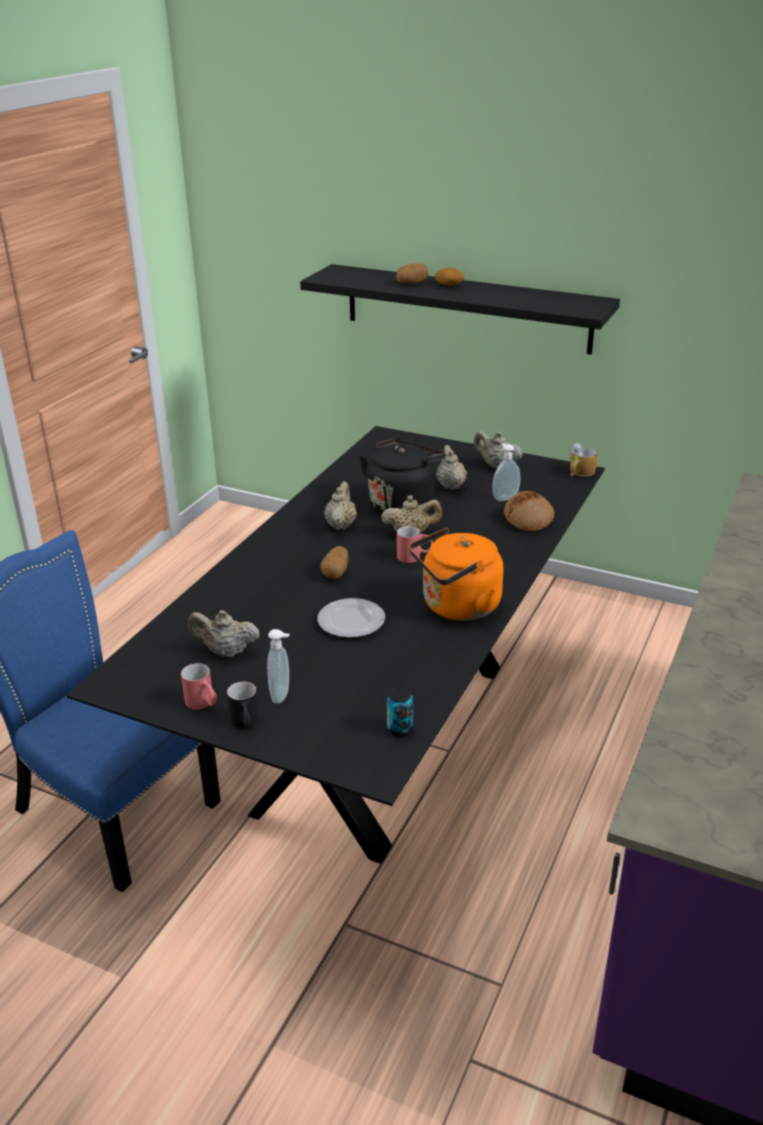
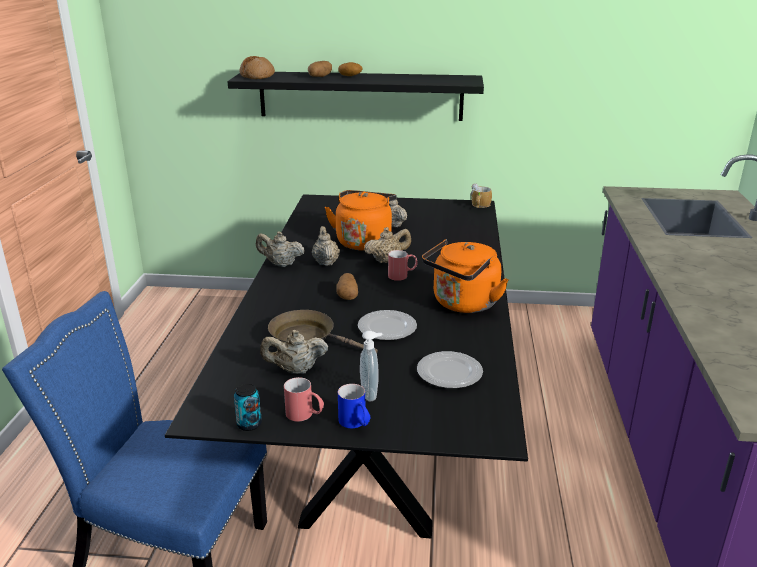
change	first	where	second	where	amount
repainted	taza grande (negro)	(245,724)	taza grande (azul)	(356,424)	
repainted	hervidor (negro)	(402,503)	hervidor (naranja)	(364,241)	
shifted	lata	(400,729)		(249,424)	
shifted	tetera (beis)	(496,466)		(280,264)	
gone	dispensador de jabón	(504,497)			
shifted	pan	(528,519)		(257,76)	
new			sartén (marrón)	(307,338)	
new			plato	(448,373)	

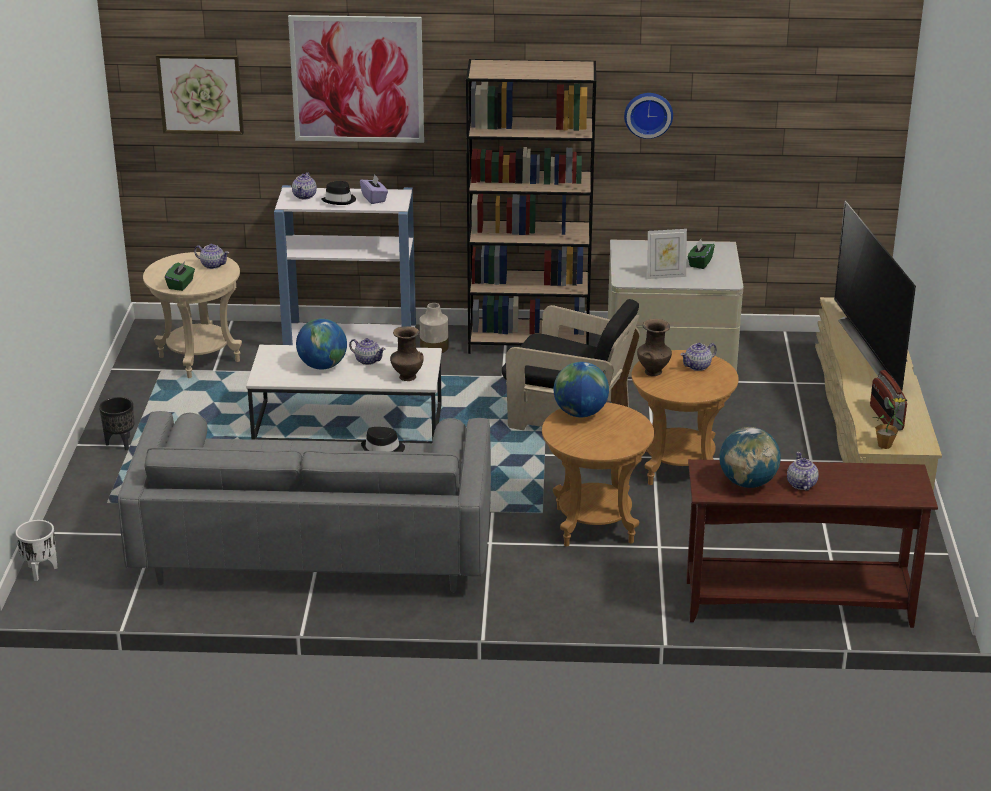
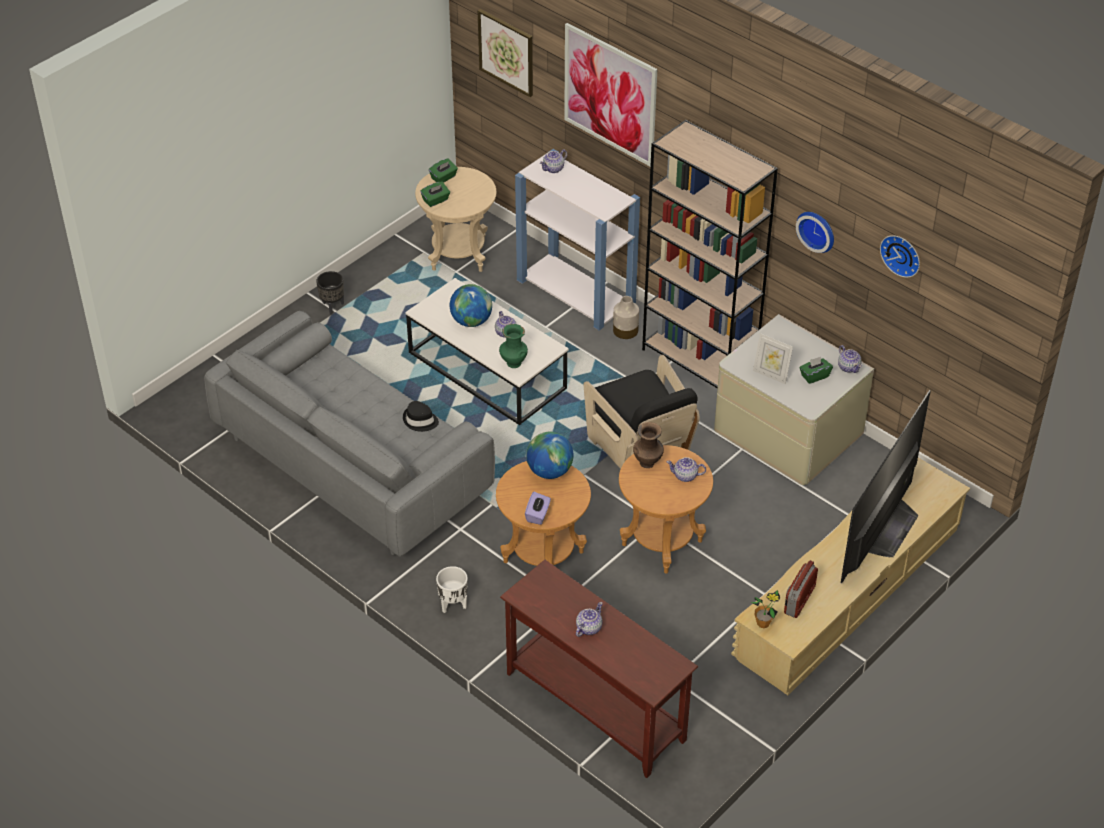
change	first	where	second	where	amount
shifted	maceta (blanco)	(40,571)		(453,604)	
shifted	tetera	(212,265)		(848,367)	
gone	sombrero (negro)	(339,200)			
shifted	caja de pañuelos (morado)	(374,198)		(538,515)	
repainted	florero (marrón)	(406,377)	florero (verde)	(513,363)	
gone	globo terráqueo	(747,483)			
new			caja de pañuelos (verde)	(443,177)	
new			reloj de pared	(902,254)	

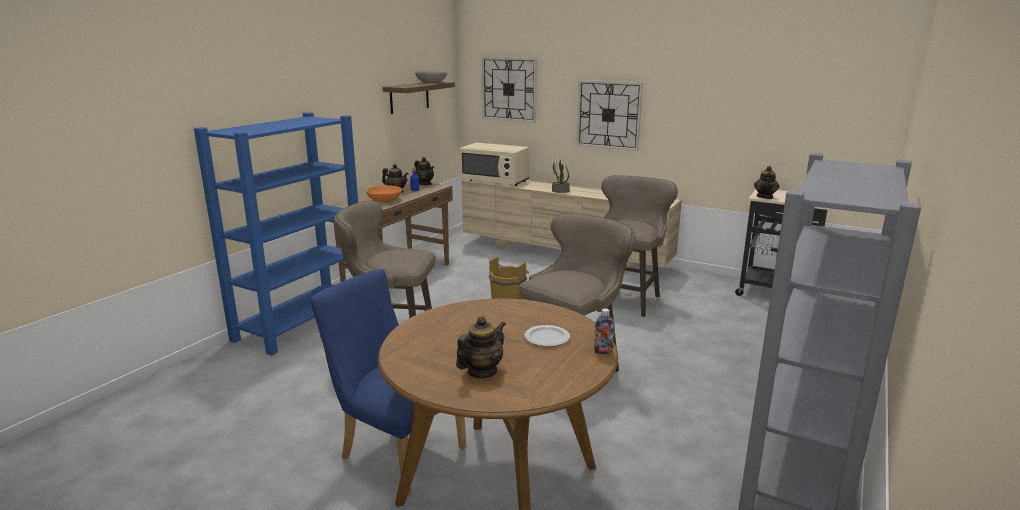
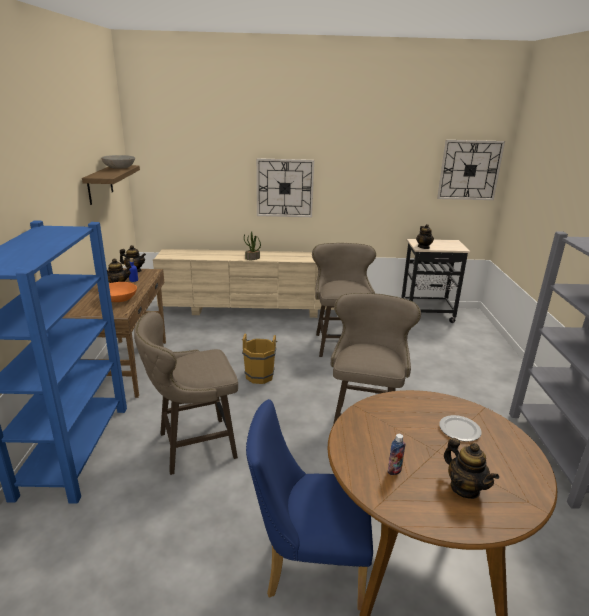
change	first	where	second	where	amount
rotated	tetera	(481,371)		(465,488)	135 degrees clockwise
gone	microondas (beis)	(495,181)			
shifted	reloj de pared	(509,89)		(469,170)	
shifted	botella	(603,351)		(394,470)	

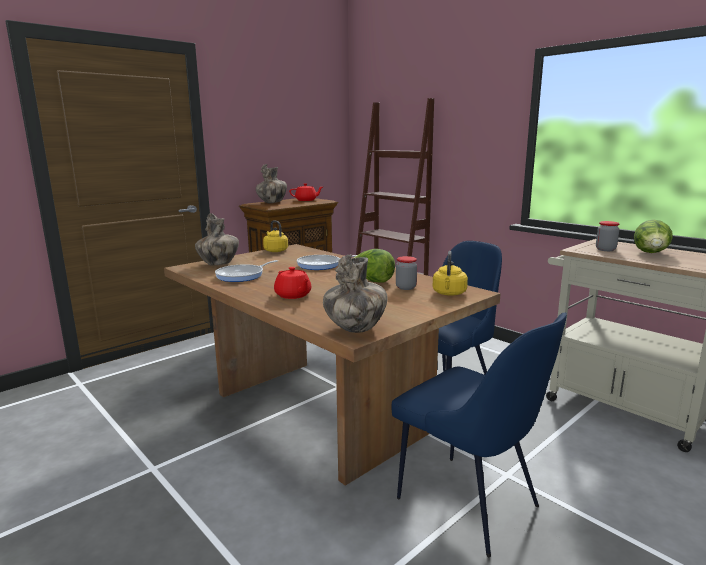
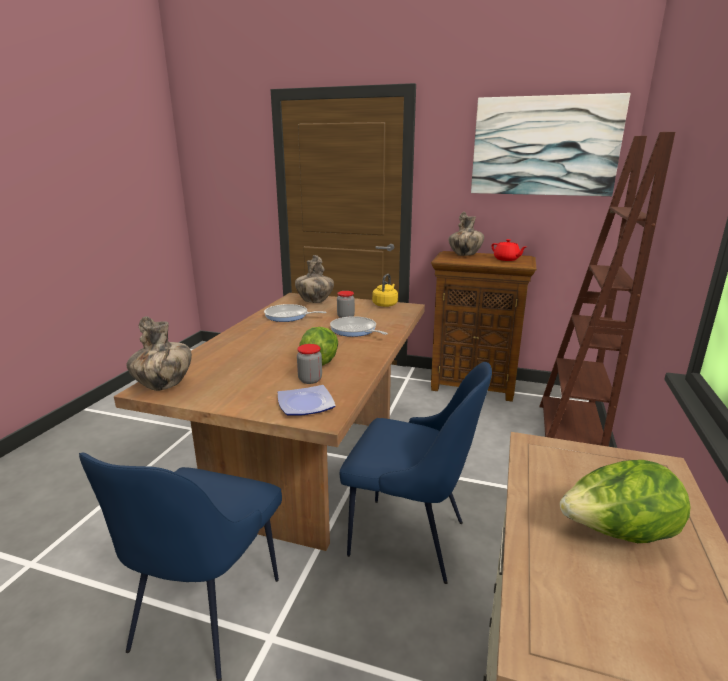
change	first	where	second	where	amount
gone	tetera (rojo)	(293,295)			
swapped	hervidor (amarillo)	(449,293)	plato	(305,405)	
shifted	tarro	(605,249)		(345,317)	
new			cuadro	(544,146)	

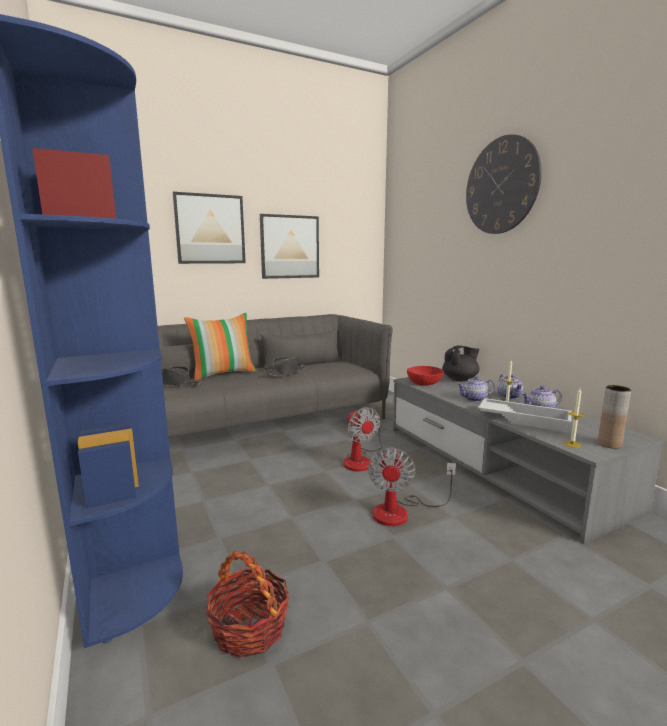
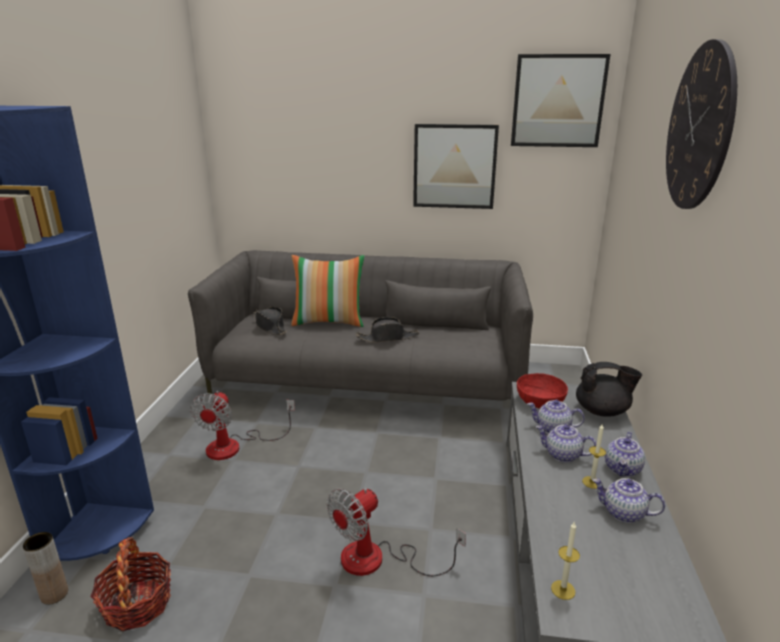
change	first	where	second	where	amount
shifted	cuadro	(210,229)		(558,101)	
shifted	ventilador	(361,460)		(235,446)	
gone	bandeja (blanco)	(524,419)			
shifted	florero (marrón)	(609,444)		(54,594)	
new			tetera	(552,428)	

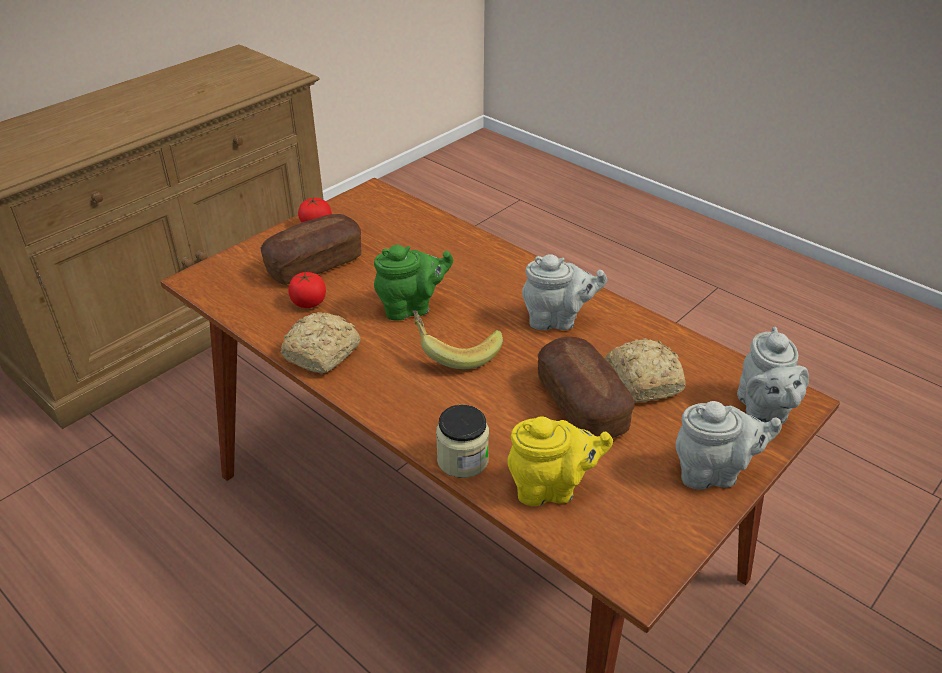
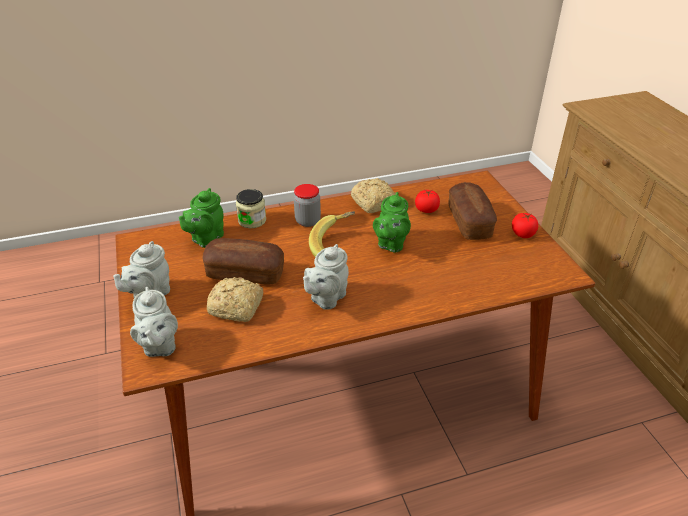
change	first	where	second	where	amount
repainted	tetera (amarillo)	(551,488)	tetera (verde)	(206,239)	
rotated	tetera (gris)	(763,410)		(159,346)	135 degrees counterclockwise
new			tarro	(308,221)	

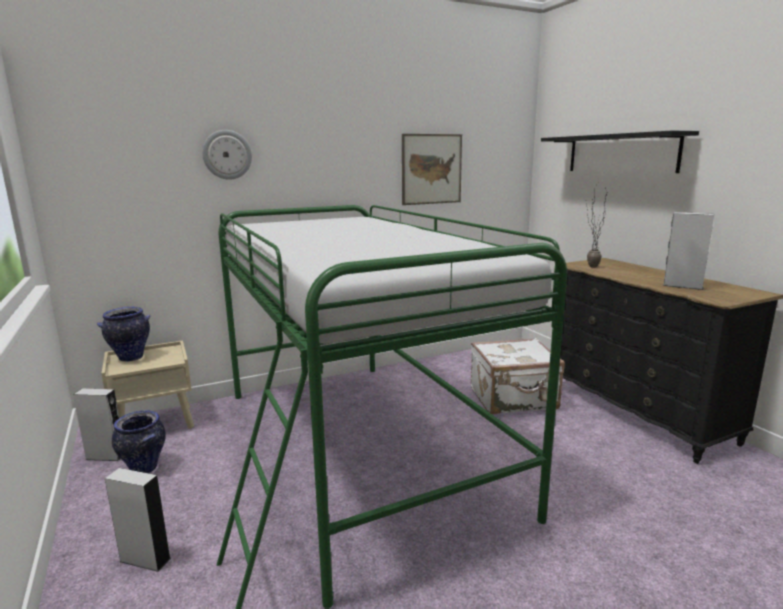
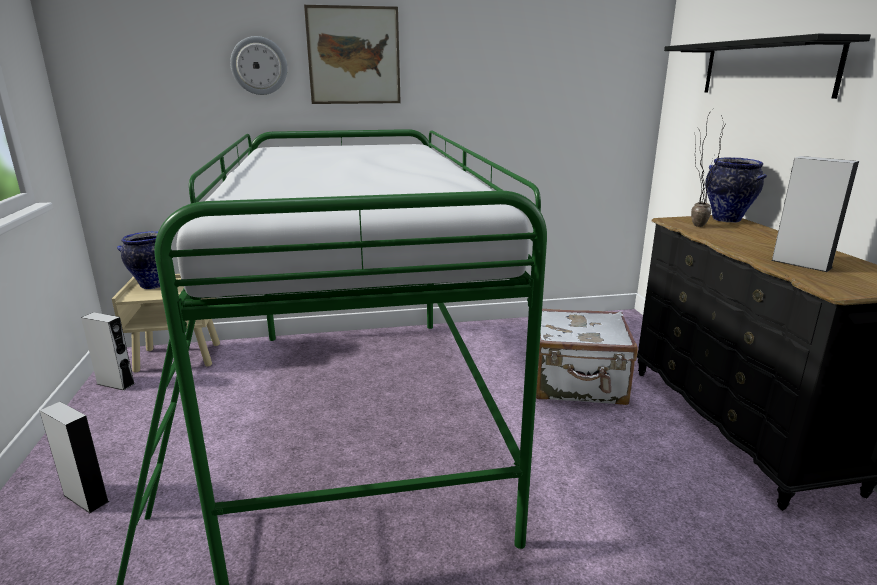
change	first	where	second	where	amount
shifted	florero	(144,469)		(727,220)	
shifted	cuadro	(431,169)		(354,56)	

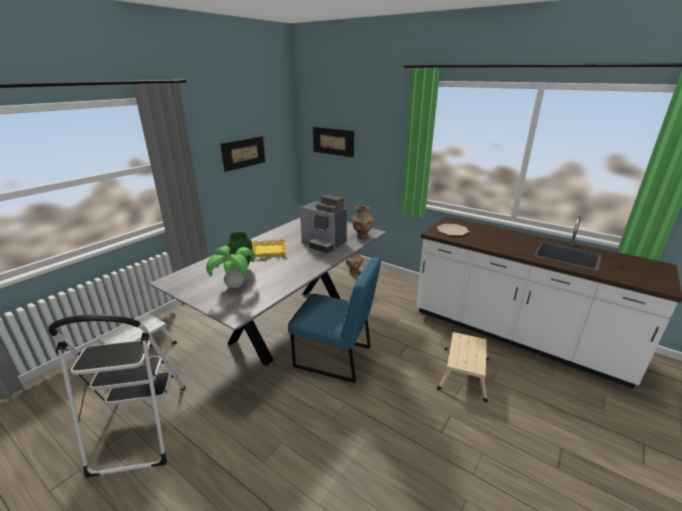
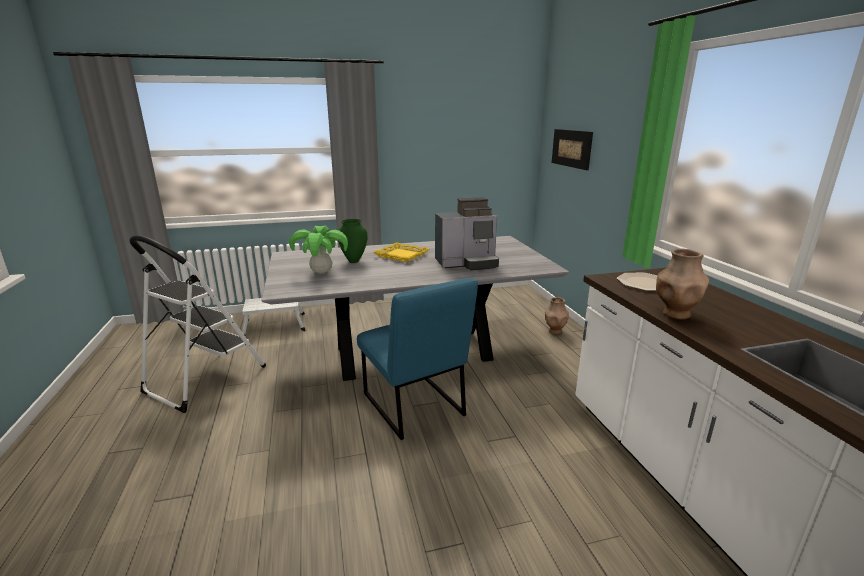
change	first	where	second	where	amount
gone	cuadro	(243,153)			
rotated	cafetera	(323,243)		(467,263)	90 degrees counterclockwise
shifted	florero (marrón)	(362,235)		(675,314)	
gone	escalera de tijera (beis)	(464,372)			

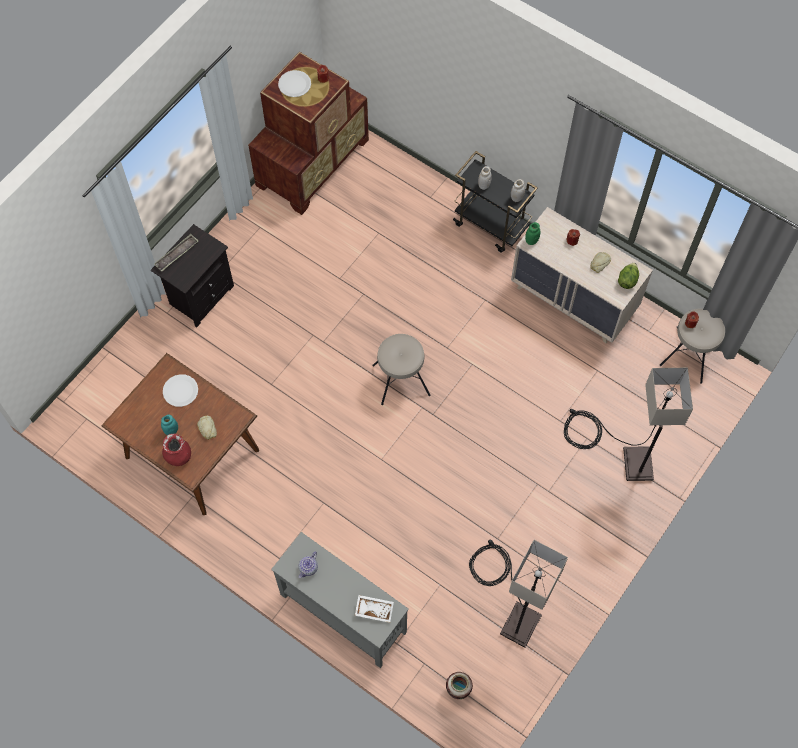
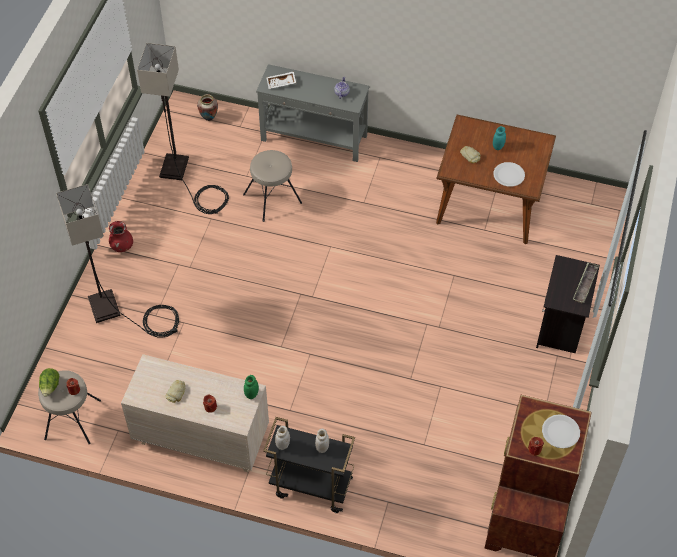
change	first	where	second	where	amount
shifted	florero (rojo)	(178,456)		(122,246)	
shifted	taburete (beis)	(400,379)		(273,199)	
shifted	lechuga	(627,280)		(50,387)	

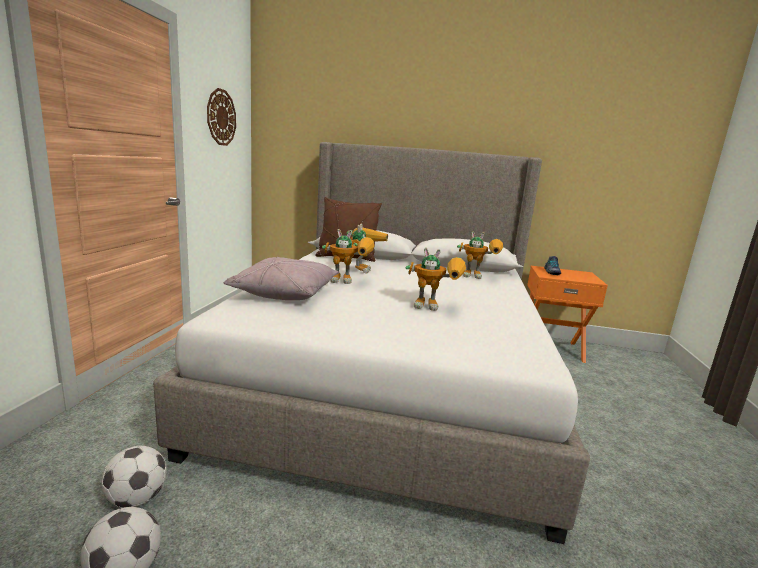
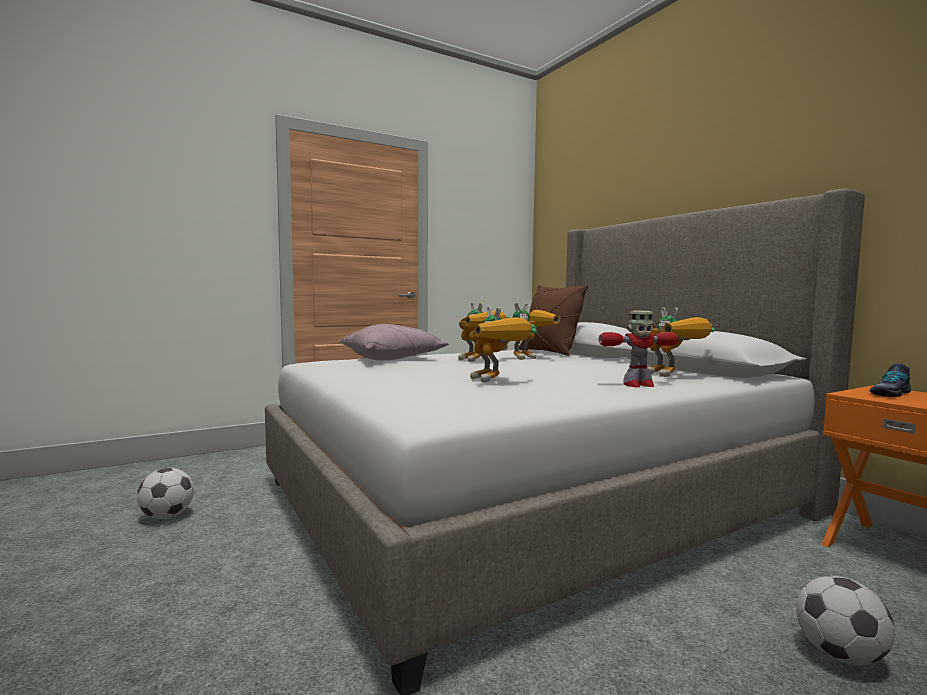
change	first	where	second	where	amount
shifted	balón de fútbol	(137,499)		(840,655)	
gone	reloj de pared	(221,117)			
new			robot de juguete	(637,385)	

